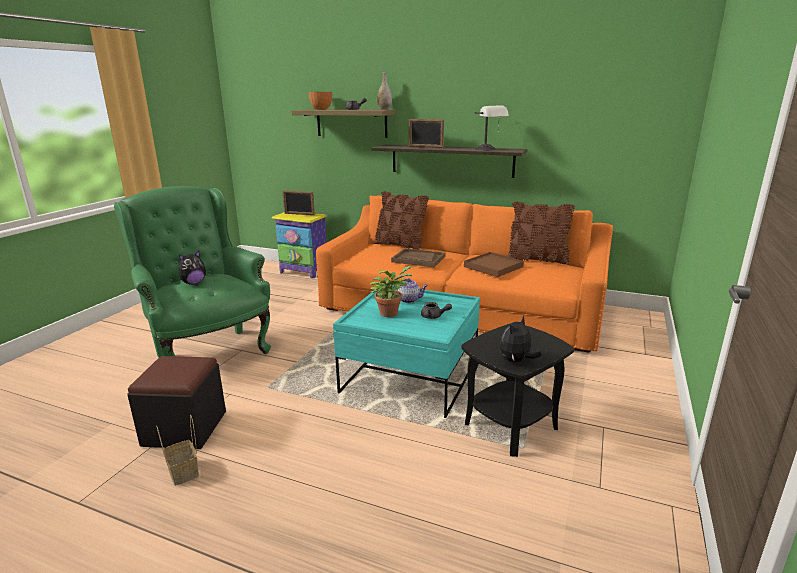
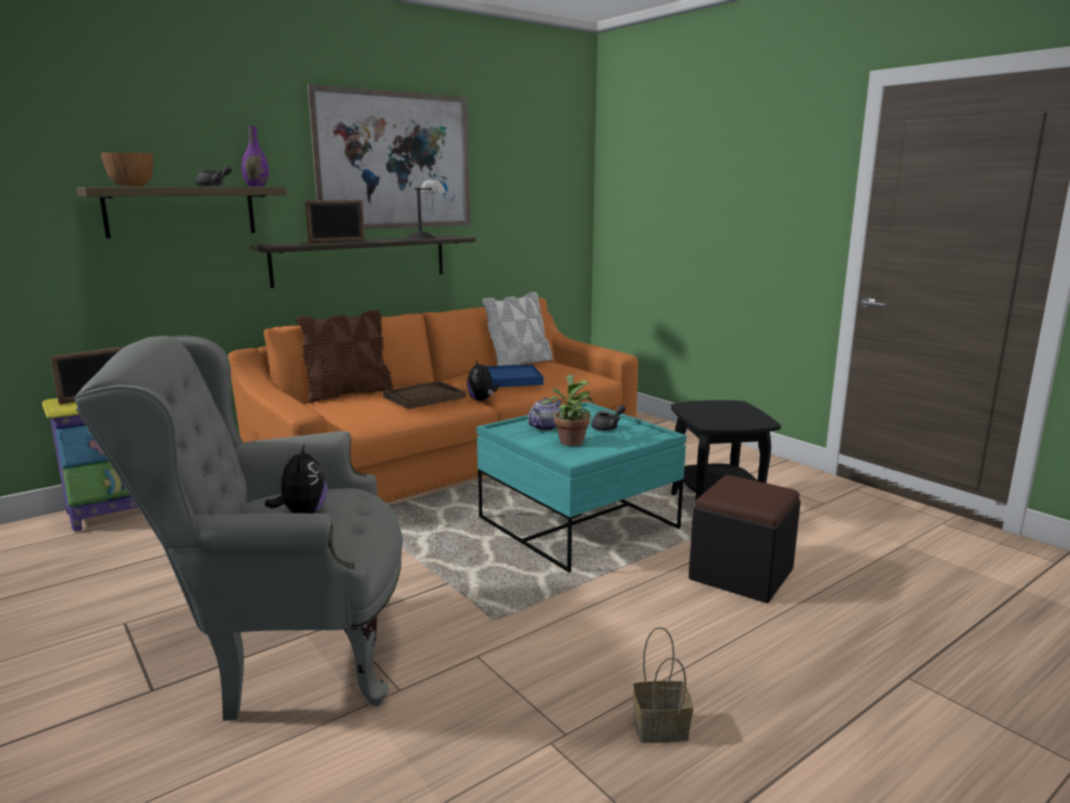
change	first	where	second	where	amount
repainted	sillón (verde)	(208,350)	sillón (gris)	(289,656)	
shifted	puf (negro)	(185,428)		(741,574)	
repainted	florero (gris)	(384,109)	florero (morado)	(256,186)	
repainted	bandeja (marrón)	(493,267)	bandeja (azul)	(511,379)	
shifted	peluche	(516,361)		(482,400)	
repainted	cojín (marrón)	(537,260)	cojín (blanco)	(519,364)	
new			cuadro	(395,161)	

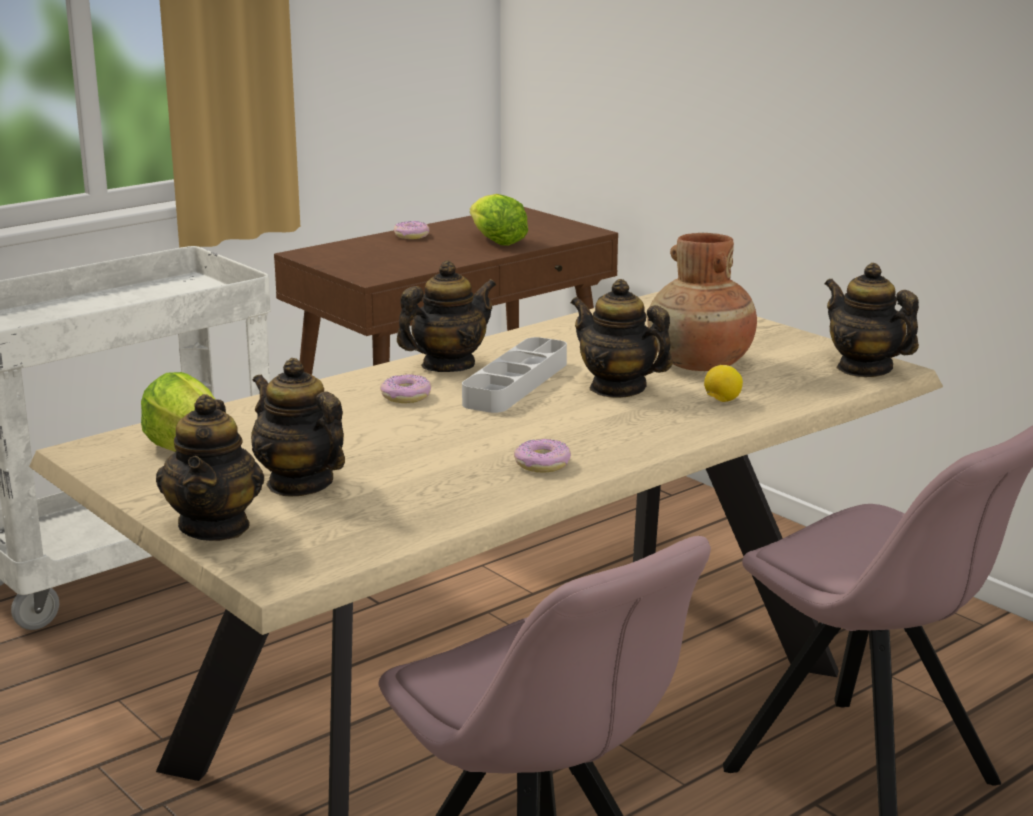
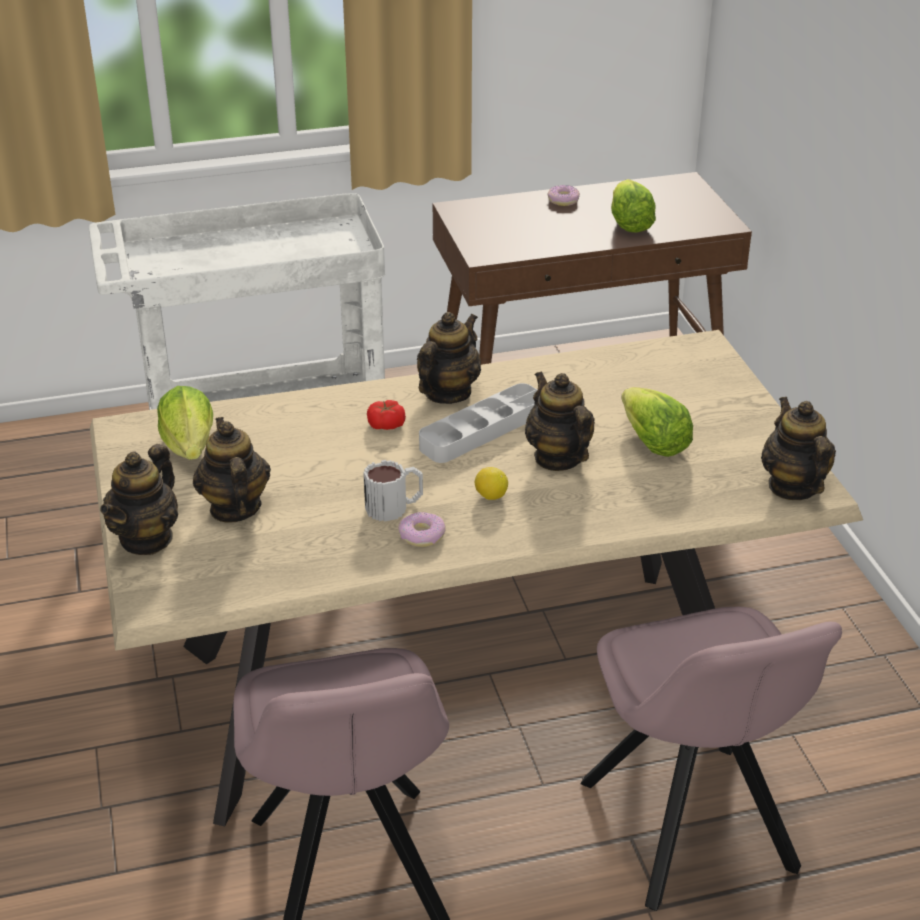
change	first	where	second	where	amount
swapped	rosquilla	(406,397)	tomate	(386,424)	
rotated	tetera	(447,366)		(447,393)	45 degrees counterclockwise
swapped	florero (marrón)	(700,364)	lechuga	(653,443)	
shifted	limón	(722,400)		(490,496)	
new			taza grande	(394,507)	

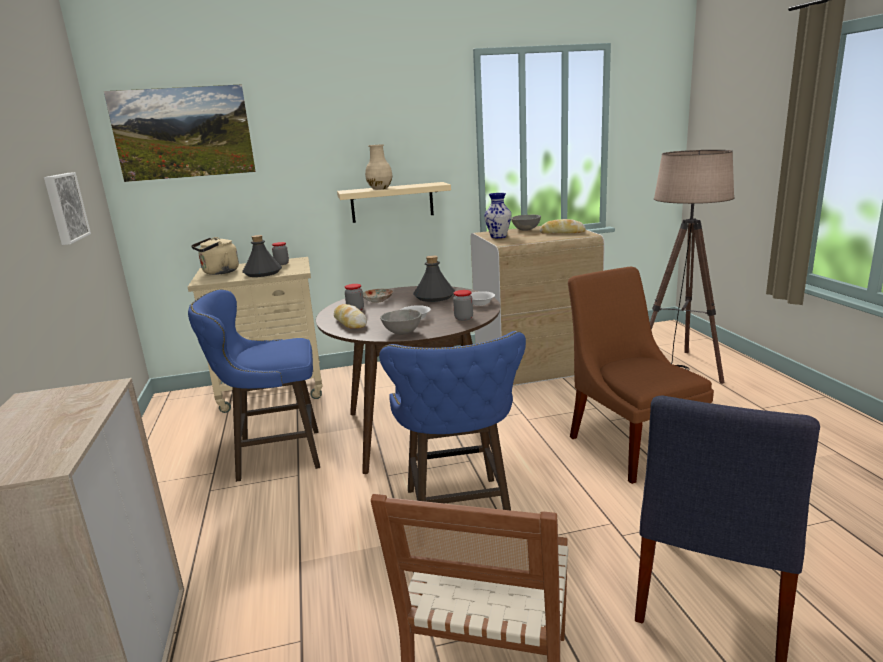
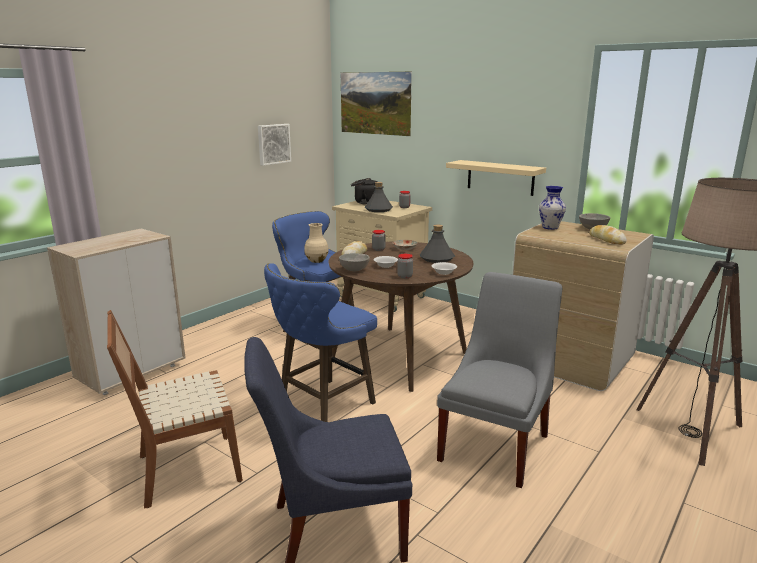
change	first	where	second	where	amount
repainted	hervidor (beis)	(218,272)	hervidor (negro)	(365,203)	
shifted	florero (beis)	(380,188)		(316,261)	
repainted	silla (marrón)	(631,445)	silla (gris)	(496,444)	

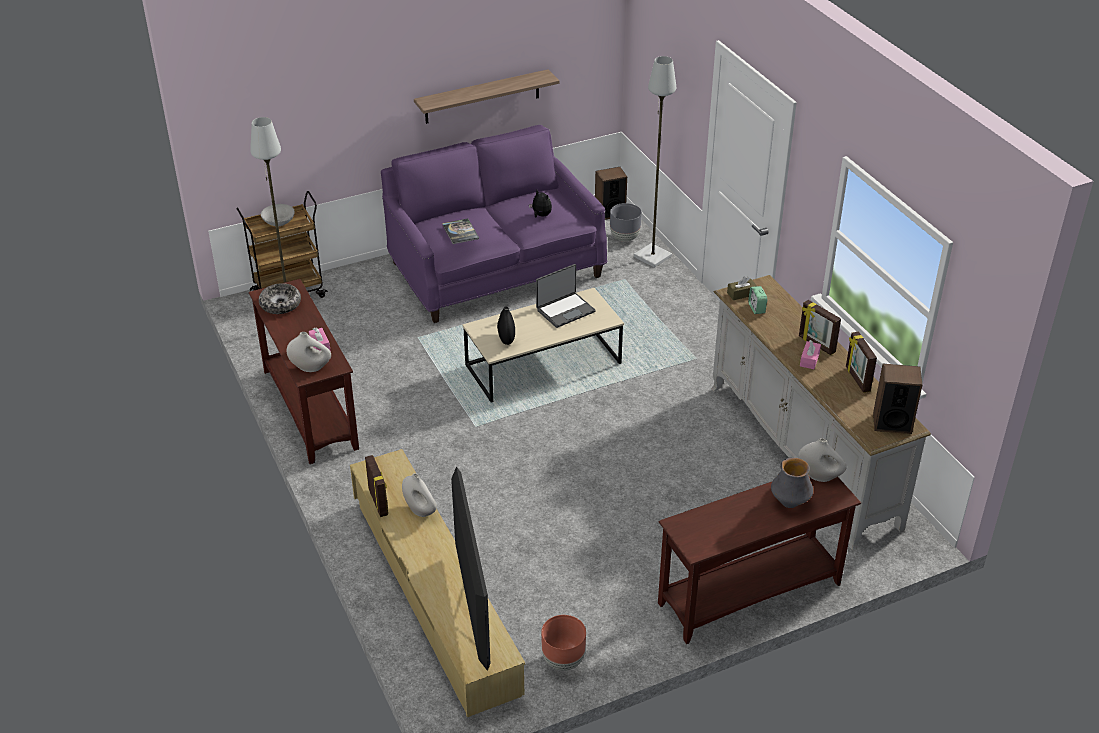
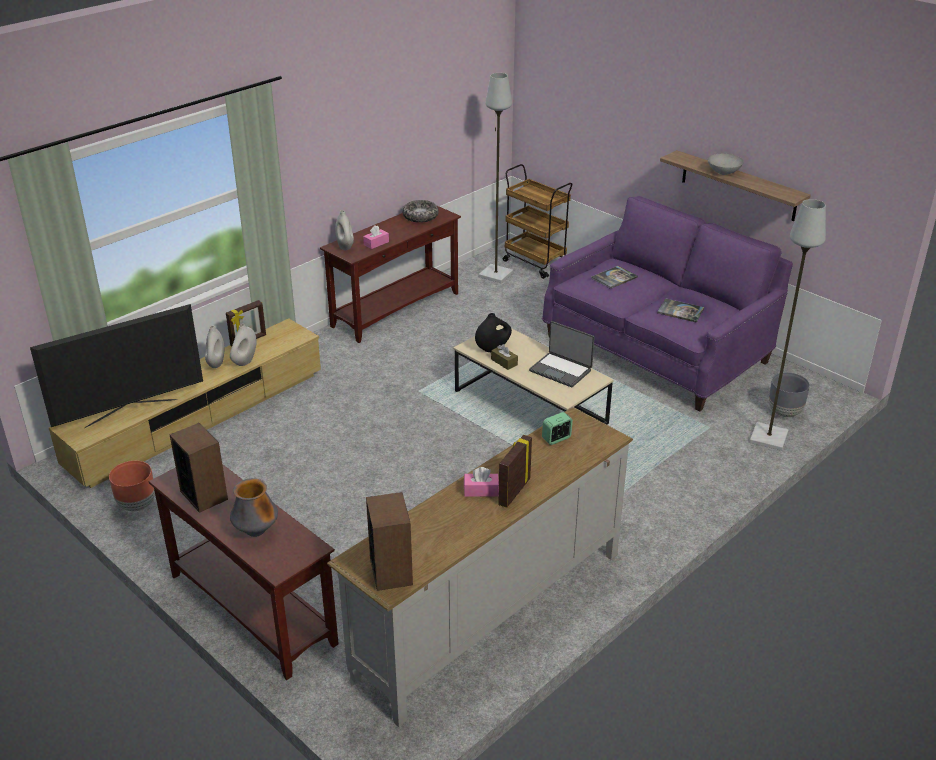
change	first	where	second	where	amount
shifted	cuenco (gris)	(278,223)		(723,172)	
swapped	peluche	(540,215)	libro	(680,311)	
shifted	altavoz	(609,212)		(204,495)	
shifted	caja de pañuelos (marrón)	(741,294)		(504,362)	
shifted	florero (blanco)	(819,476)		(216,363)	
gone	portarretratos	(857,379)			

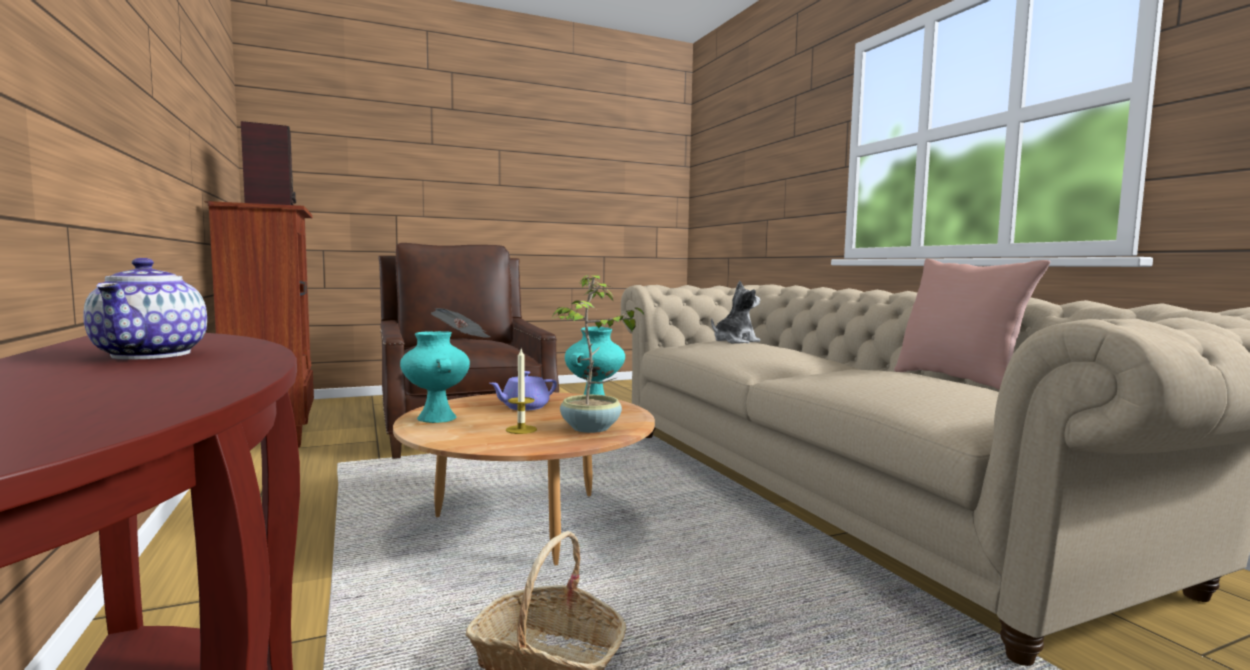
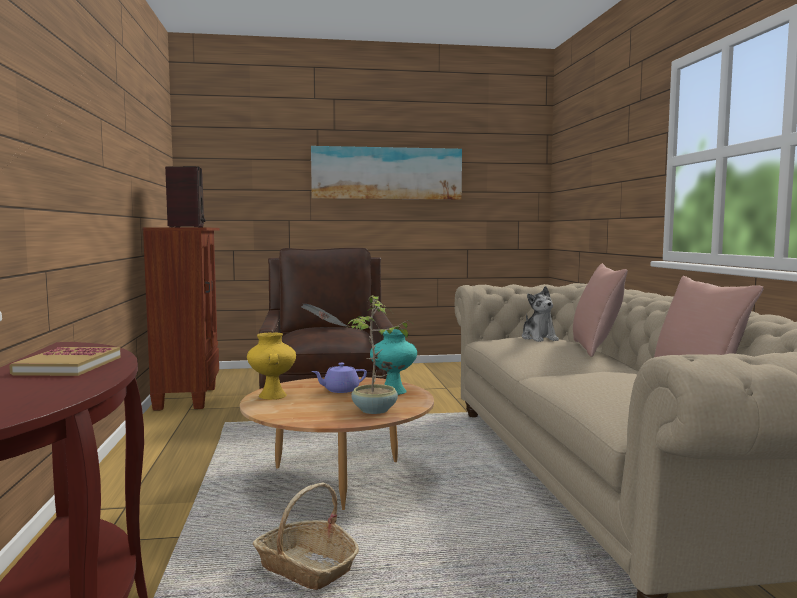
change	first	where	second	where	amount
swapped	tetera	(153,355)	libro	(68,365)	
repainted	florero (turquesa)	(435,418)	florero (amarillo)	(272,396)	
gone	vela	(521,429)			
rotated	peluche	(735,341)		(539,338)	90 degrees clockwise
new			cuadro	(387,173)	
new			cojín (rosa)	(595,349)	

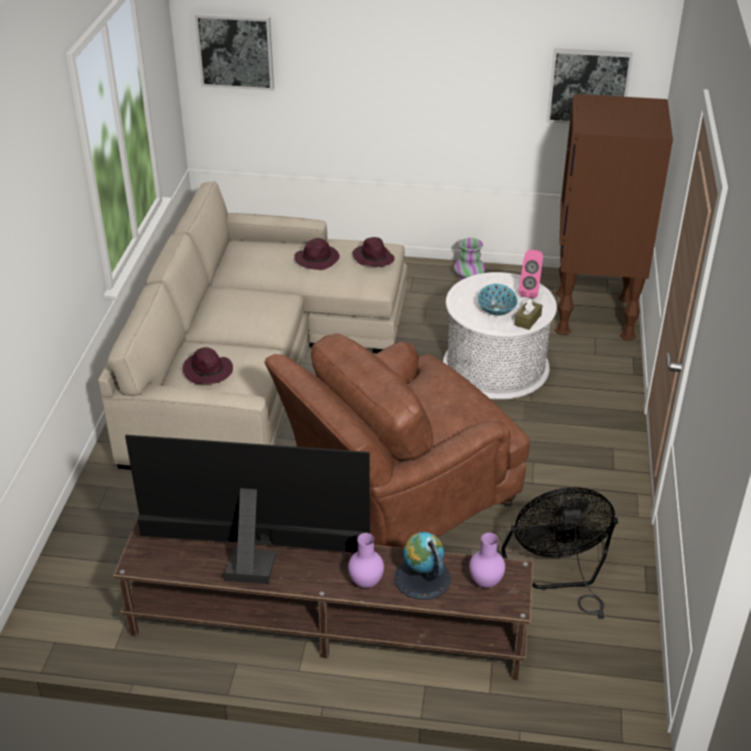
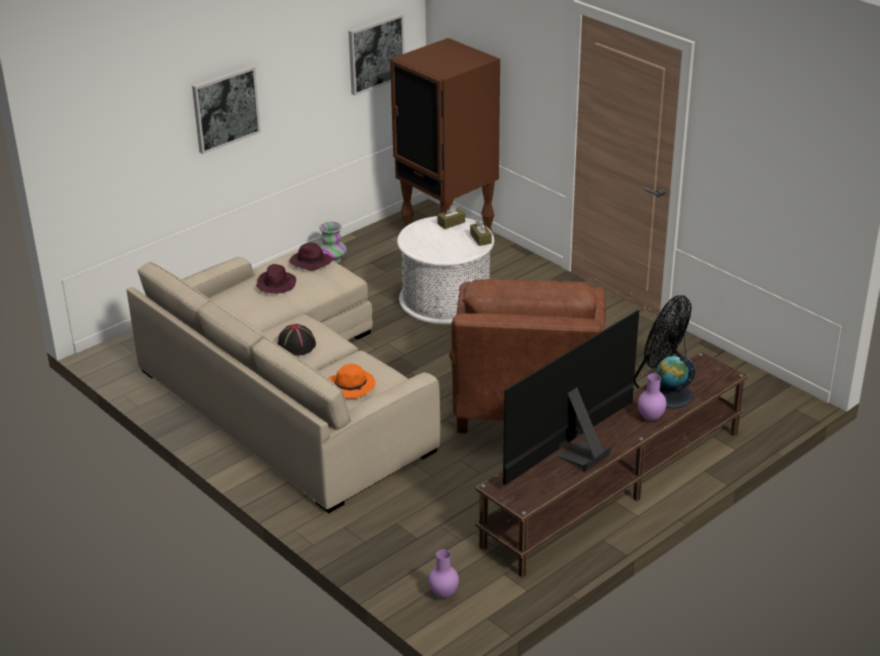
change	first	where	second	where	amount
repainted	sombrero (morado)	(208,371)	sombrero (naranja)	(351,386)	
shifted	cuadro	(235,51)		(225,109)	
shifted	florero (morado)	(485,583)		(443,595)	
gone	cuenco	(496,310)			
swapped	altavoz (rosa)	(530,291)	caja de pañuelos (marrón)	(451,223)	
new			sombrero (negro)	(296,345)	

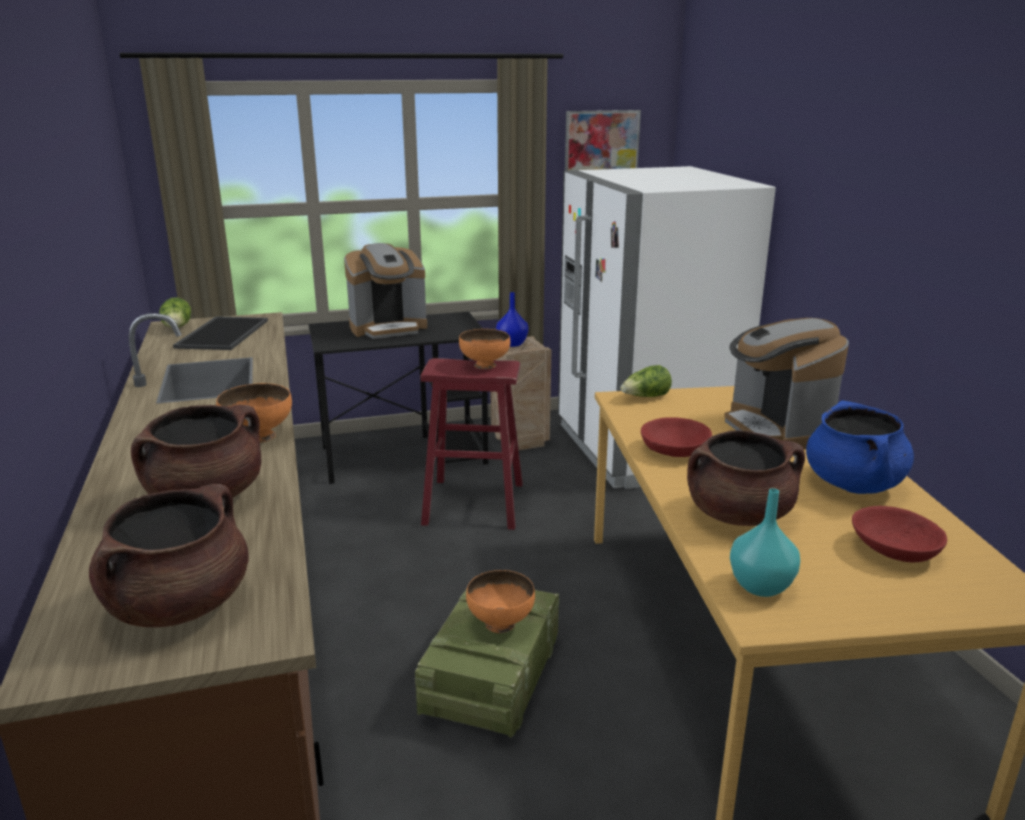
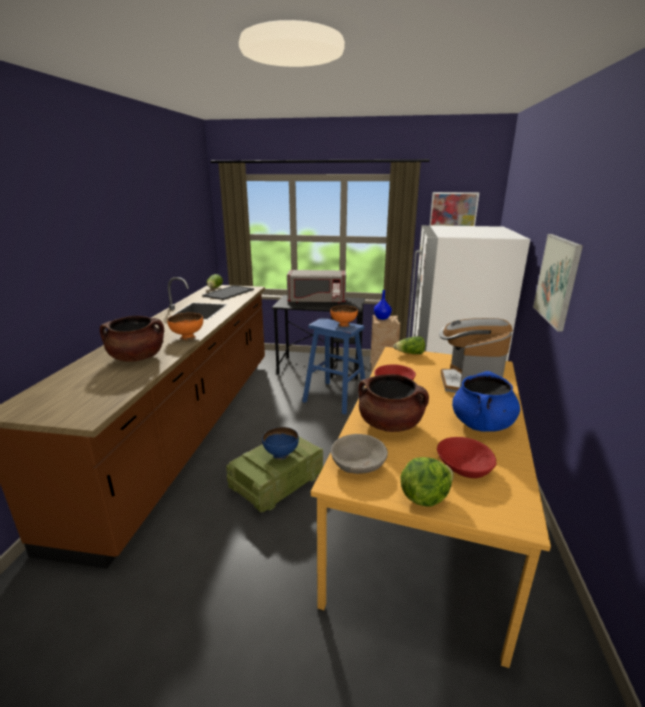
change	first	where	second	where	amount
gone	olla (marrón)	(179,604)			
swapped	cafetera	(388,328)	microondas (gris)	(316,301)	
repainted	taburete (rojo)	(474,503)	taburete (azul)	(335,397)	
repainted	cuenco (naranja)	(501,624)	cuenco (azul)	(281,455)	
swapped	florero (turquesa)	(760,585)	cuenco (gris)	(358,463)	
new			lechuga	(424,497)	
new			cuadro	(557,280)	

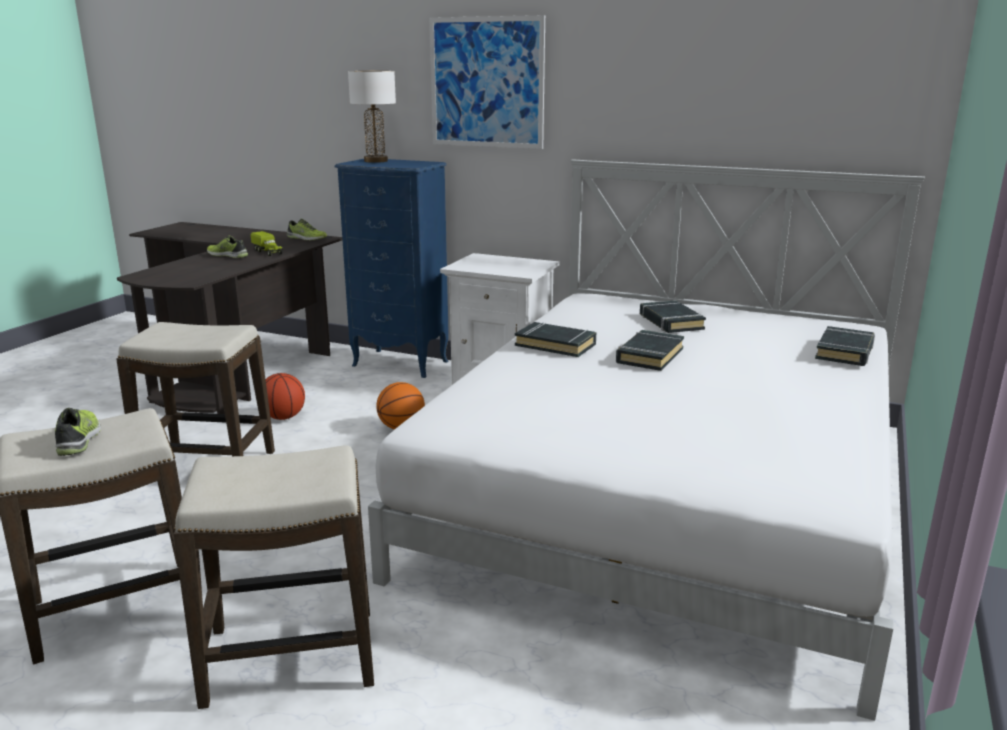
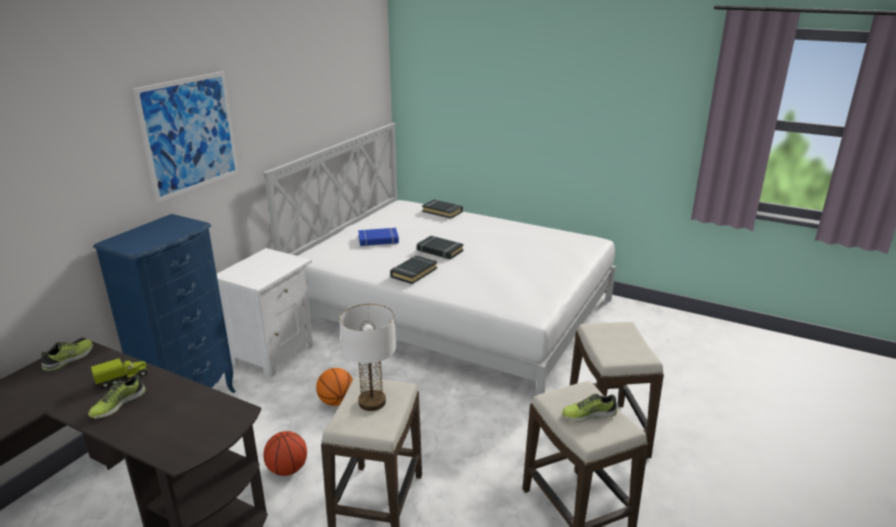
change	first	where	second	where	amount
shifted	lámpara de mesa	(376,161)		(372,402)	
repainted	libro (negro)	(670,322)	libro (azul)	(378,240)	

